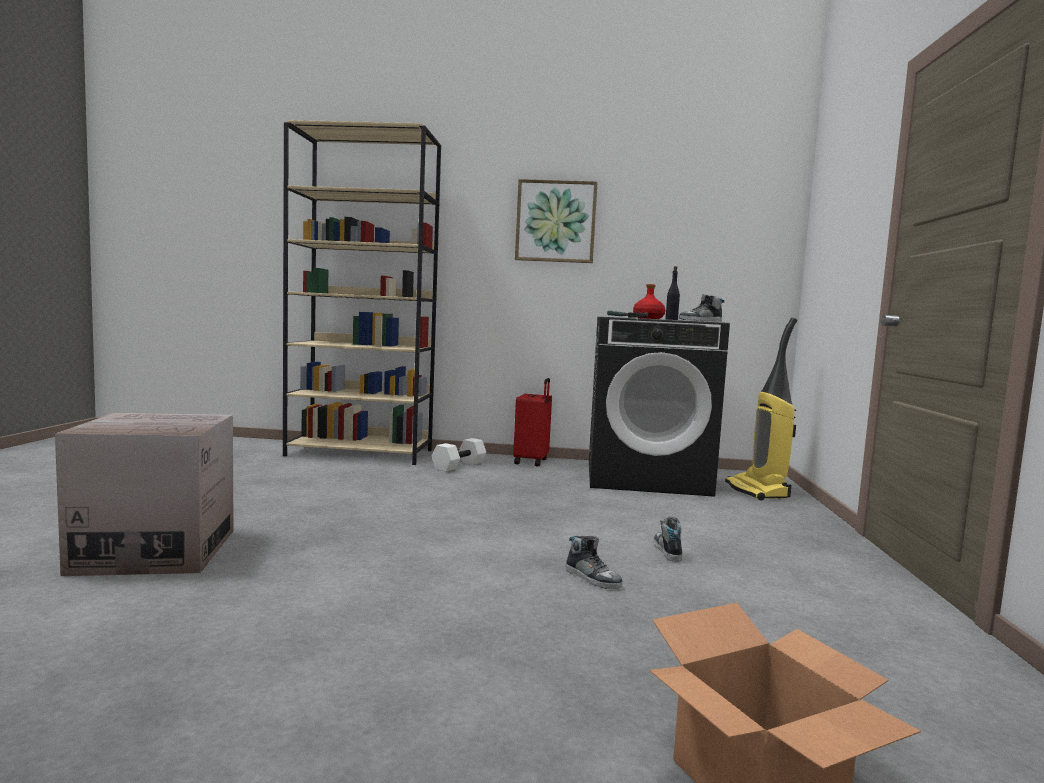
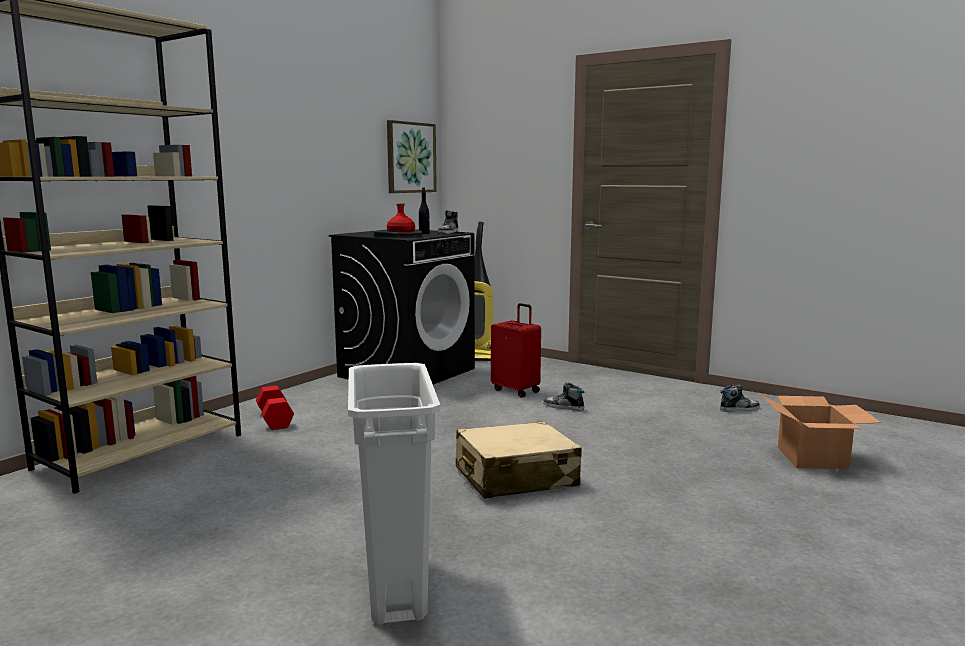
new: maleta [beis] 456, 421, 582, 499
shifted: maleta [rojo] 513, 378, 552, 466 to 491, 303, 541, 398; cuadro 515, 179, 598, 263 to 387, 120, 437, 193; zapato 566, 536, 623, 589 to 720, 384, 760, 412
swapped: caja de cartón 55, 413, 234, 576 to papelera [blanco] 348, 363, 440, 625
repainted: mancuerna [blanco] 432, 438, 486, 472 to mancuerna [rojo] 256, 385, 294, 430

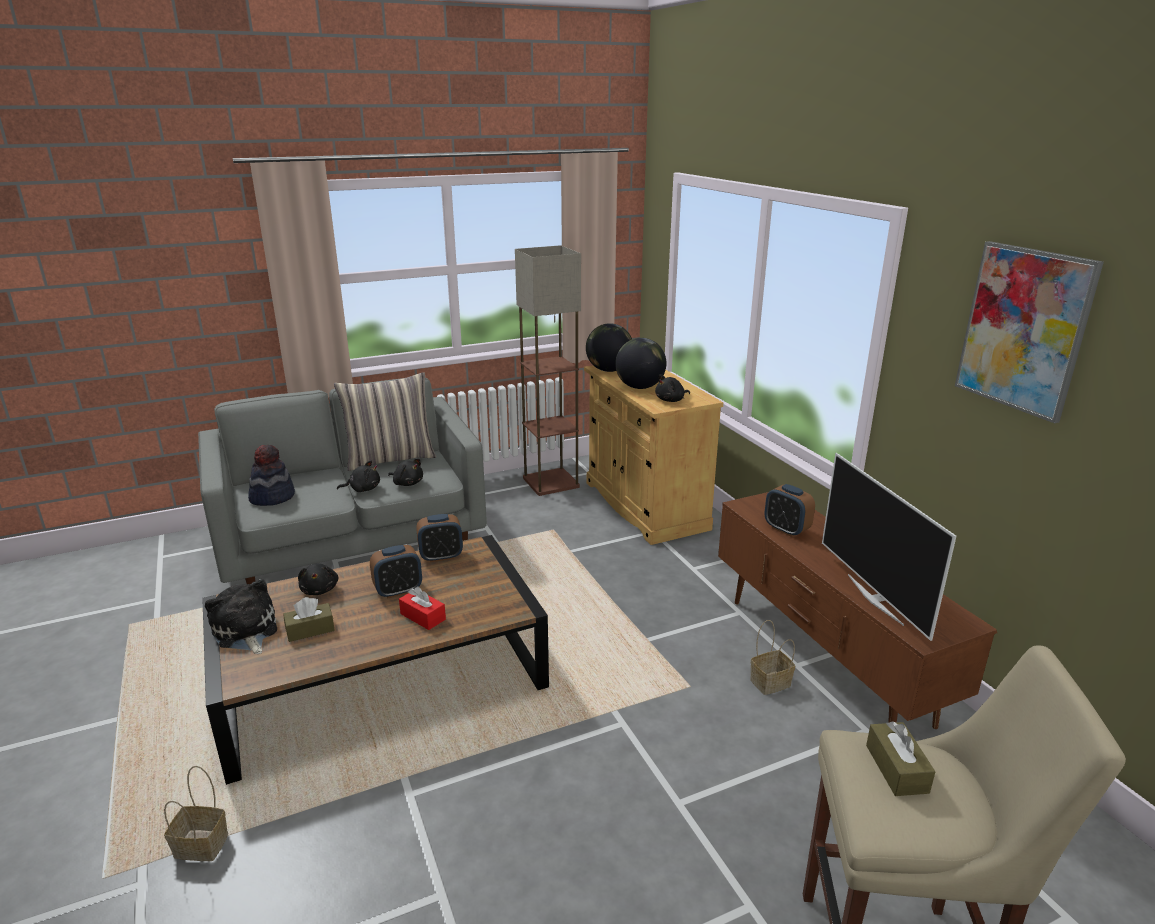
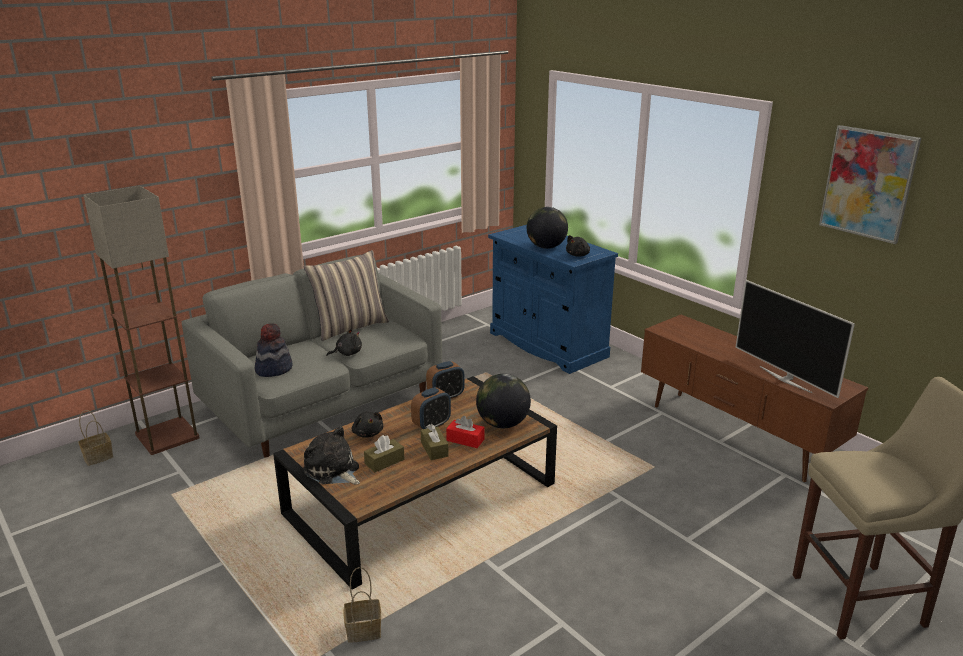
gone: peluche [negro] 388, 458, 423, 486; despertador 765, 484, 815, 537
shifted: lámpara de pie 515, 245, 581, 496 to 84, 186, 200, 455; globo terráqueo 586, 323, 632, 372 to 476, 374, 531, 428; cesta 750, 620, 795, 695 to 78, 410, 113, 466; caja de pañuelos [marrón] 866, 721, 935, 796 to 421, 424, 449, 460
repainted: armario [beis] 584, 366, 723, 545 to armario [azul] 488, 225, 618, 374

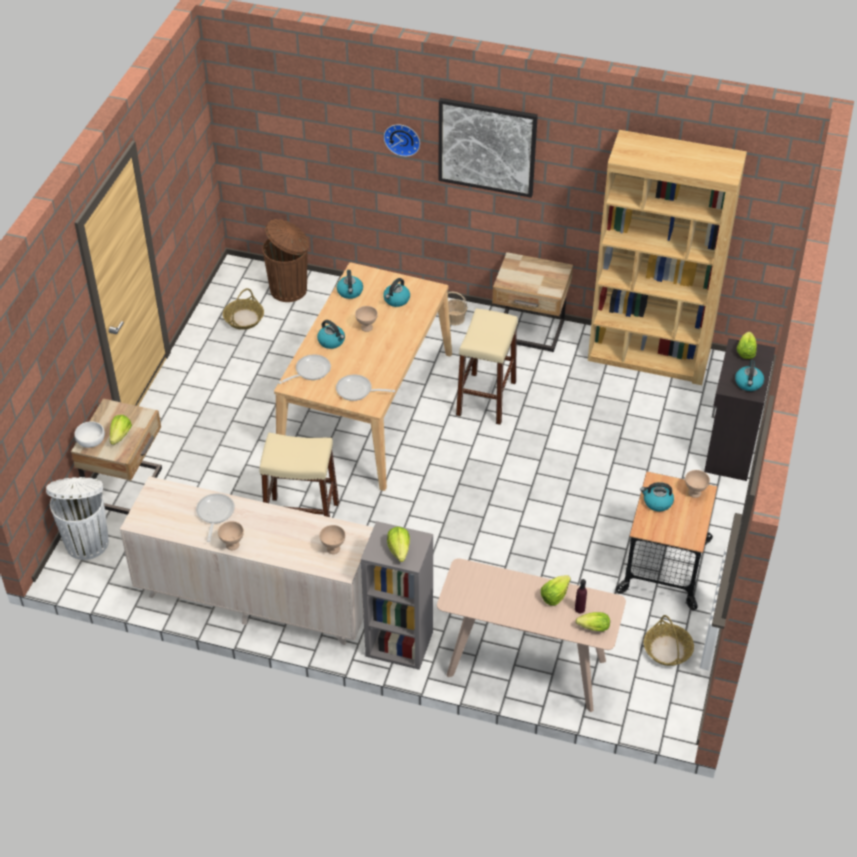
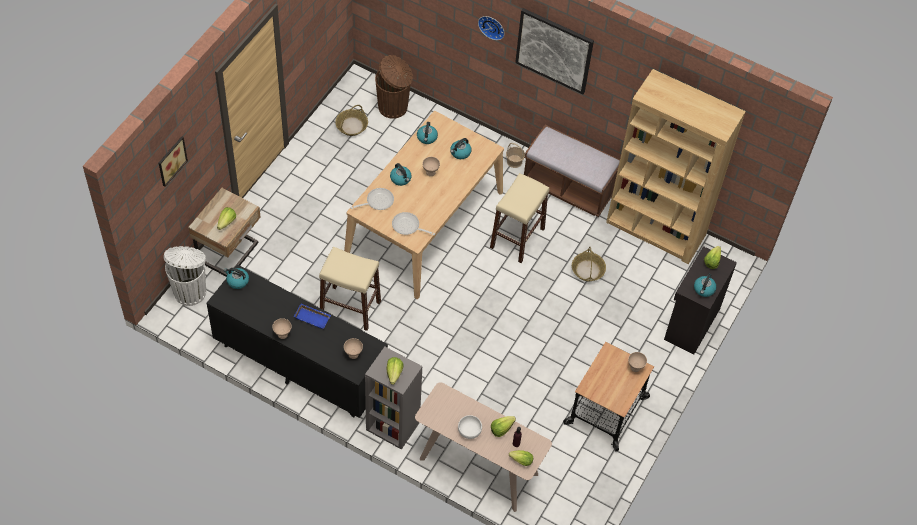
gone: sartén 196, 493, 235, 542
new: cuadro 159, 137, 188, 187; bandeja [azul] 294, 304, 331, 329
shifted: cuenco [blanco] 74, 421, 105, 448 to 458, 415, 482, 439; hervidor 640, 482, 674, 512 to 224, 268, 249, 289; cesta 644, 615, 694, 666 to 572, 247, 606, 281
swapped: mesita de noche [beis] 492, 252, 573, 352 to banco [marrón] 524, 124, 620, 217
repainted: cómoda [beis] 120, 476, 374, 645 to cómoda [negro] 207, 264, 388, 418

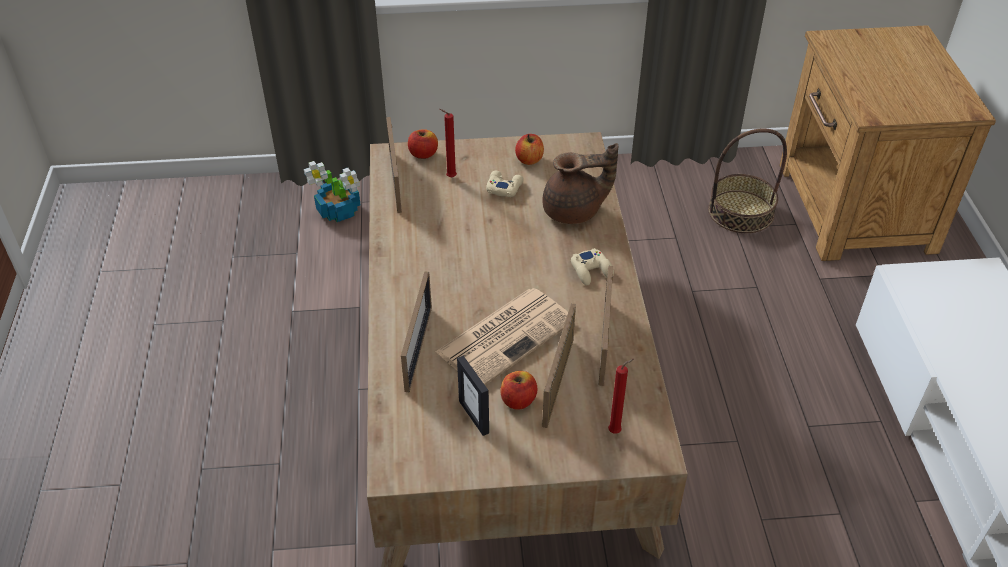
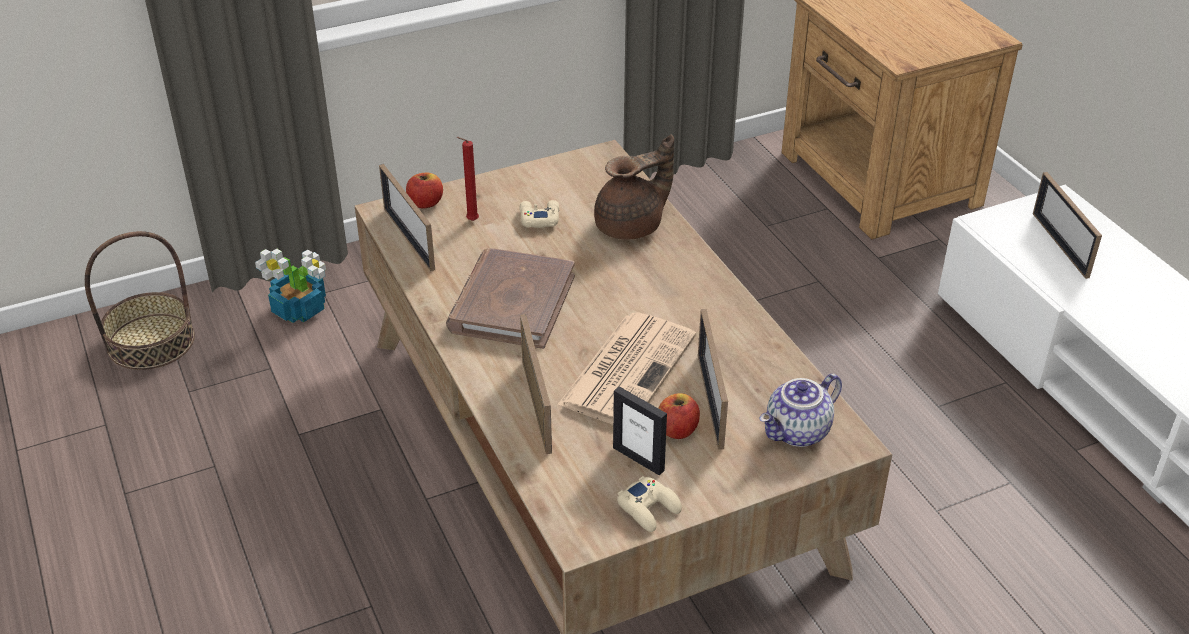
gone: manzana 515, 134, 544, 165
new: libro [marrón] 446, 248, 575, 349
shifted: mando de consola [beis] 571, 248, 614, 285 to 617, 476, 682, 532; portarretratos 599, 266, 613, 386 to 1033, 172, 1102, 279; cesta 708, 128, 787, 233 to 85, 231, 195, 370
swapped: vela [rojo] 608, 359, 634, 434 to tetera 759, 374, 842, 447

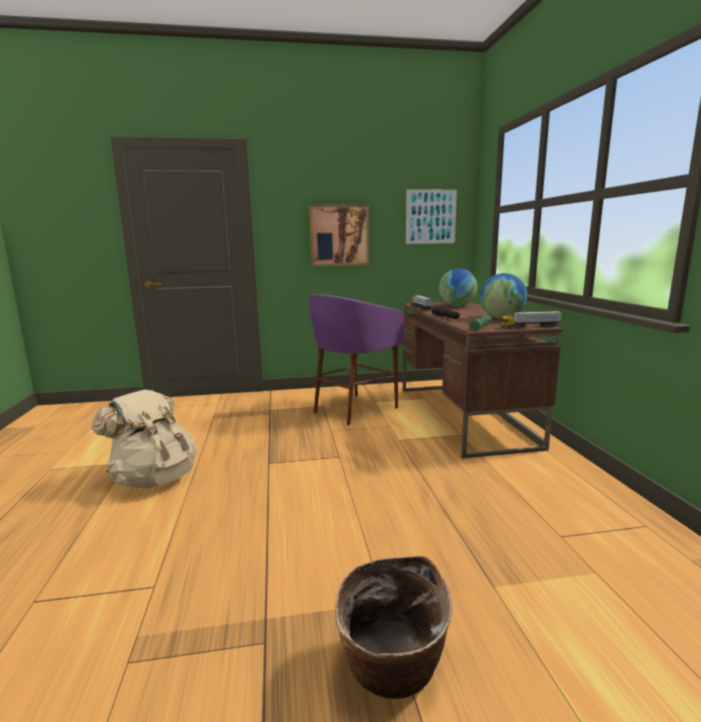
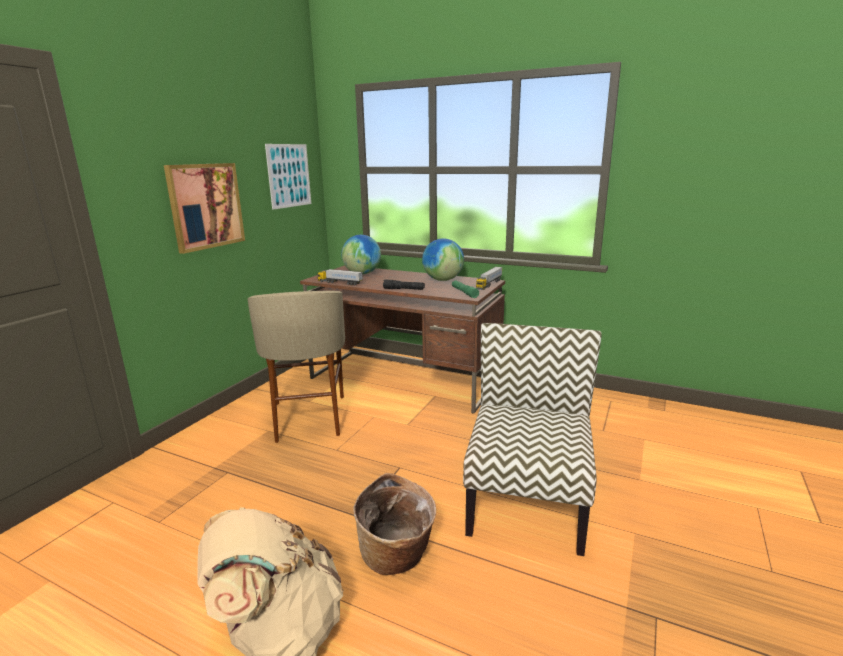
new: silla 463, 323, 602, 556
shifted: cesta 335, 556, 453, 699 to 353, 473, 436, 575
repainted: taburete [morado] 309, 294, 404, 425 to taburete [beis] 247, 291, 345, 443

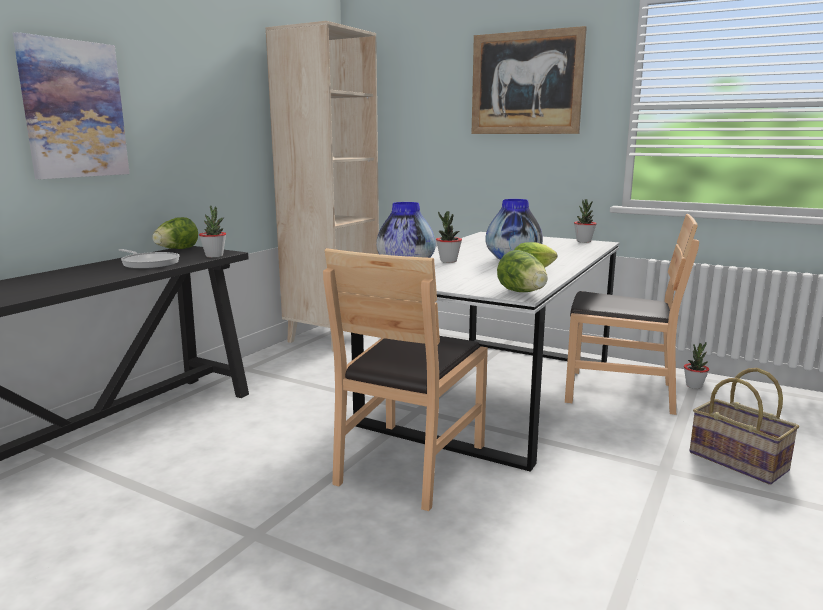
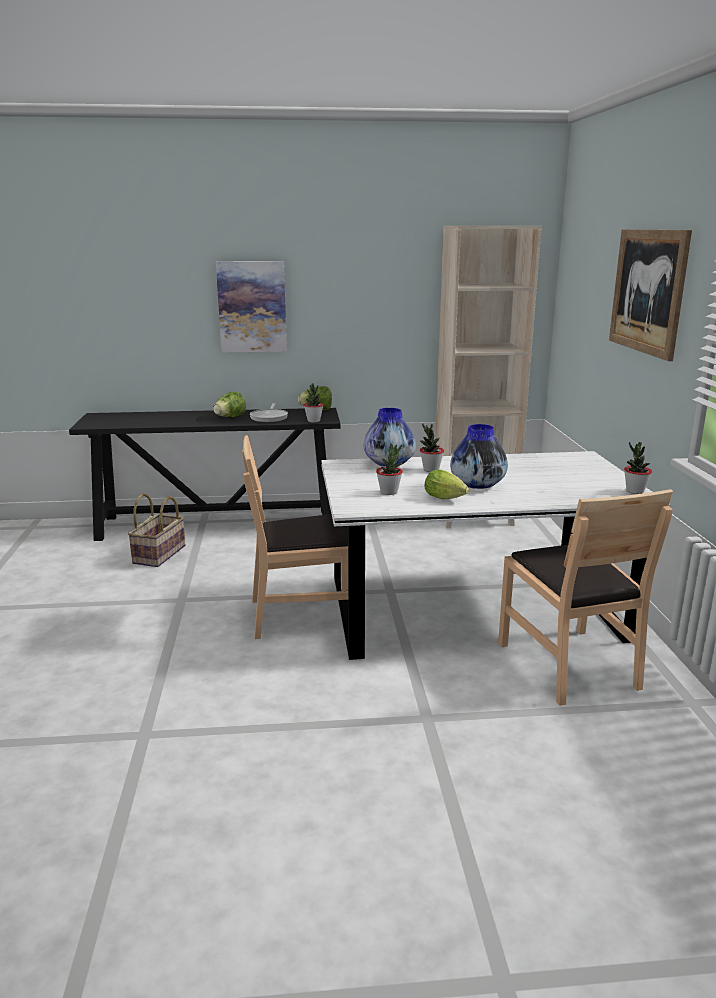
shifted: lechuga 497, 250, 548, 292 to 213, 392, 246, 417; planta en maceta 684, 342, 709, 389 to 376, 443, 403, 495; cesta 690, 368, 799, 485 to 128, 493, 185, 567

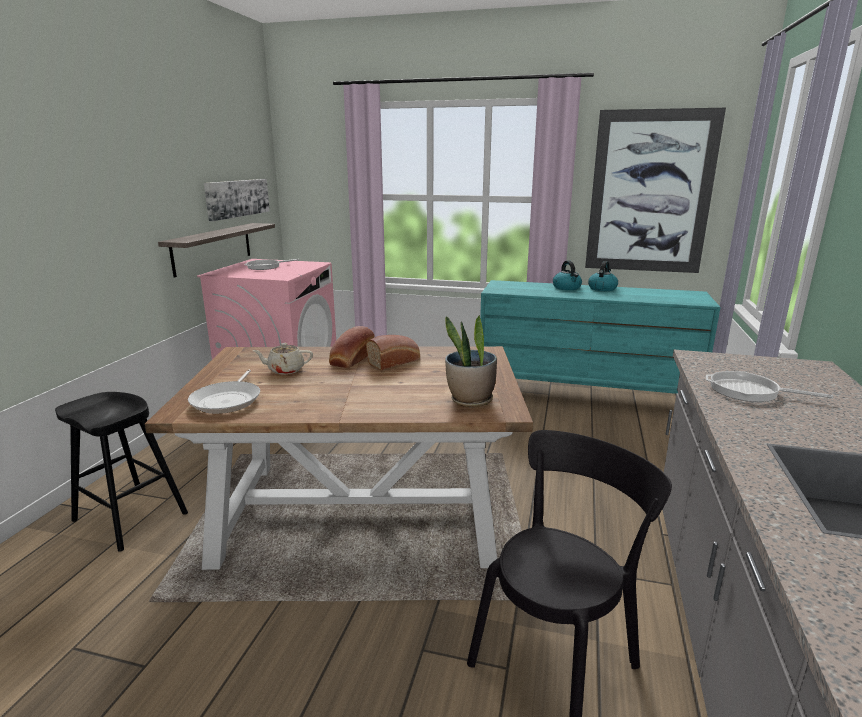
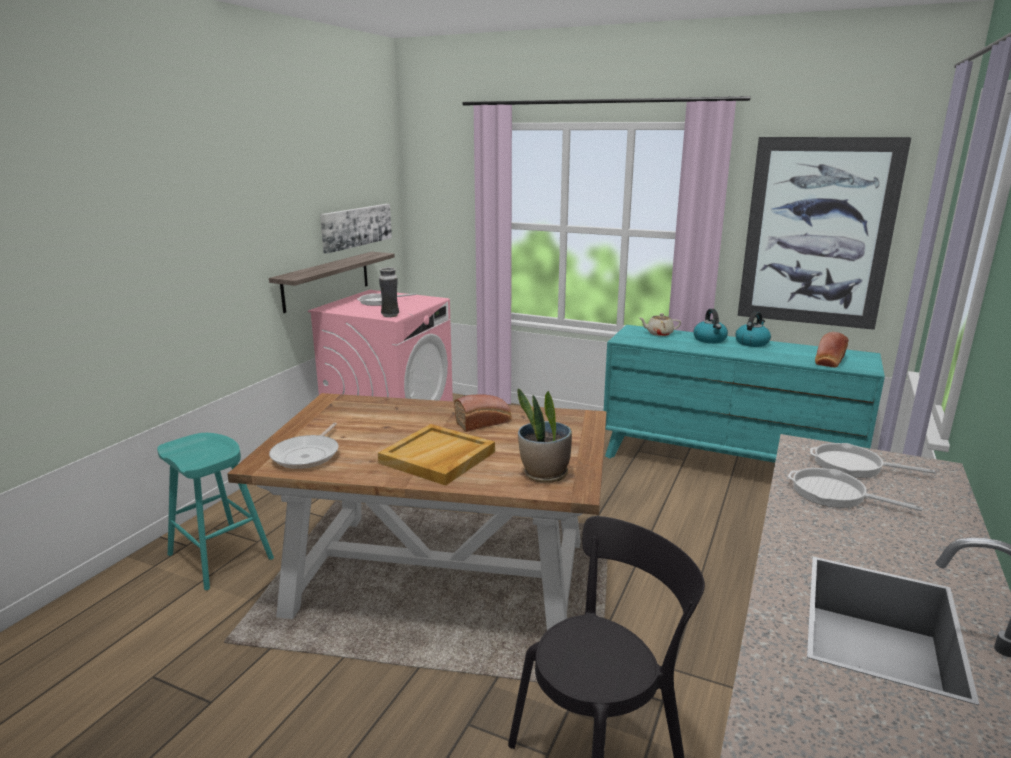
new: bandeja [beis] 378, 424, 495, 486; florero 379, 267, 399, 317; sartén 810, 443, 935, 478
shifted: tetera [beis] 252, 343, 313, 374 to 639, 313, 681, 336; pan 329, 326, 375, 368 to 815, 332, 849, 367
repainted: taburete [negro] 55, 392, 188, 552 to taburete [turquesa] 157, 433, 274, 590

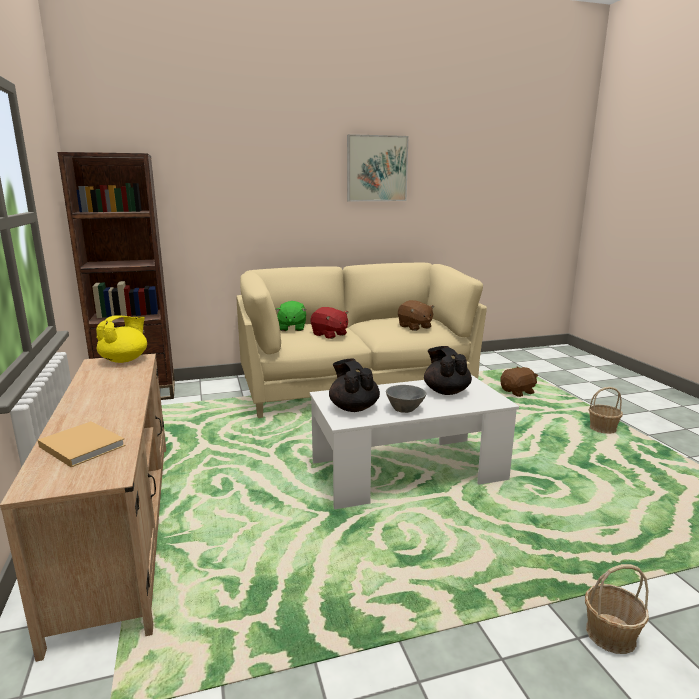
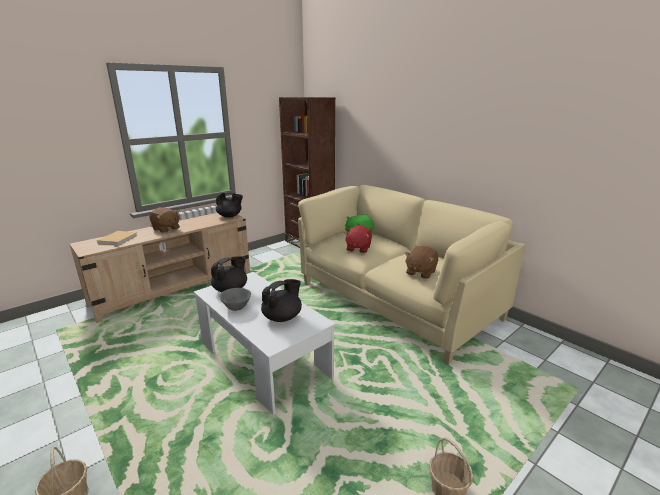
gone: cuadro 347, 134, 409, 201
shifted: peluche [marrón] 500, 367, 538, 397 to 149, 207, 180, 233
repainted: tetera [amarillo] 96, 315, 147, 363 to tetera [negro] 216, 192, 243, 218

